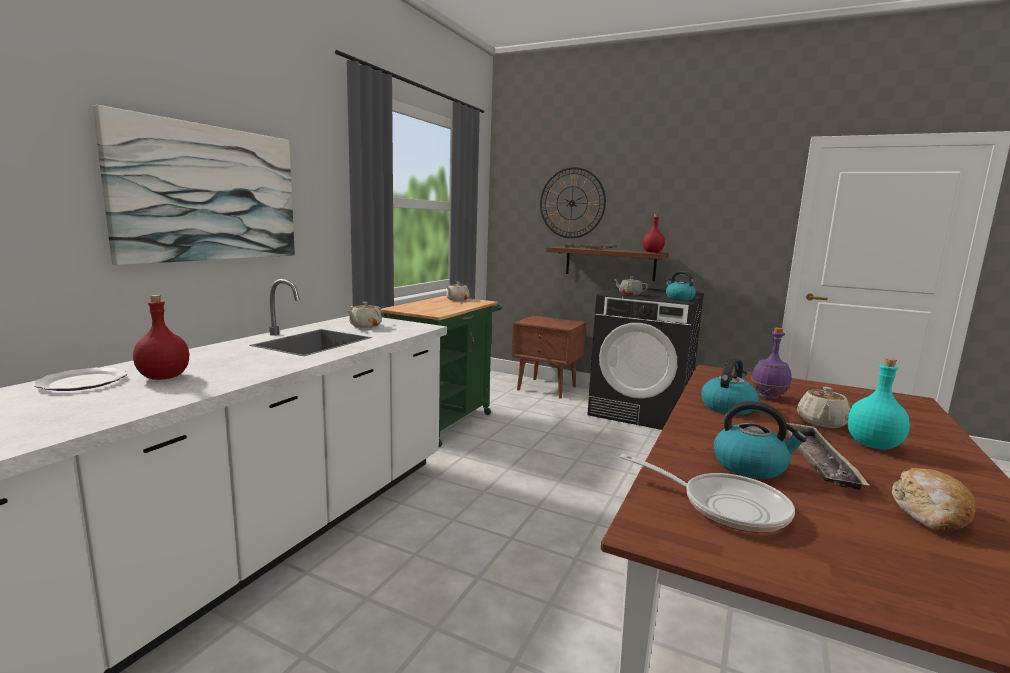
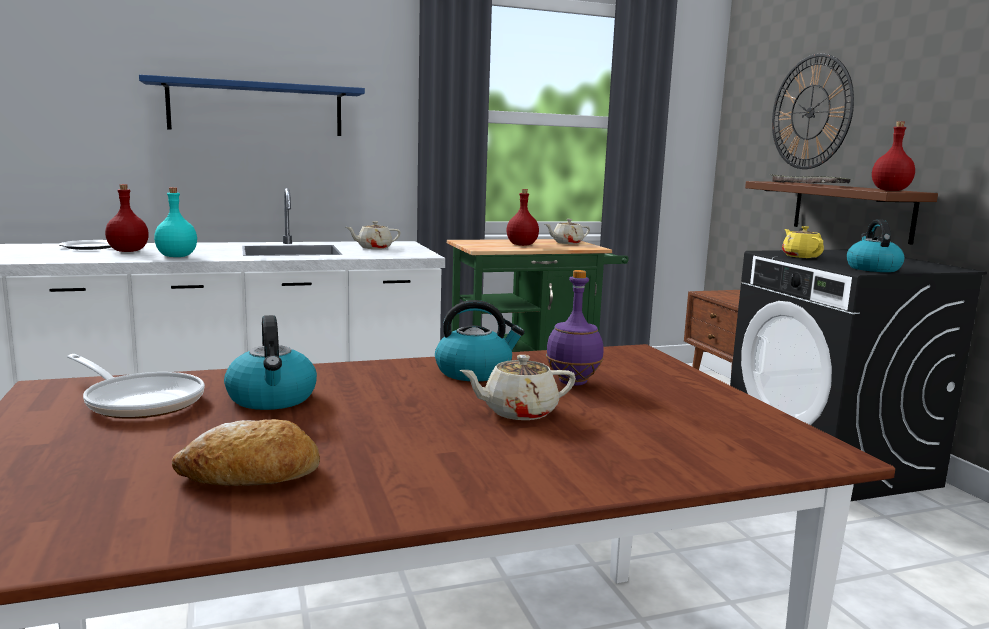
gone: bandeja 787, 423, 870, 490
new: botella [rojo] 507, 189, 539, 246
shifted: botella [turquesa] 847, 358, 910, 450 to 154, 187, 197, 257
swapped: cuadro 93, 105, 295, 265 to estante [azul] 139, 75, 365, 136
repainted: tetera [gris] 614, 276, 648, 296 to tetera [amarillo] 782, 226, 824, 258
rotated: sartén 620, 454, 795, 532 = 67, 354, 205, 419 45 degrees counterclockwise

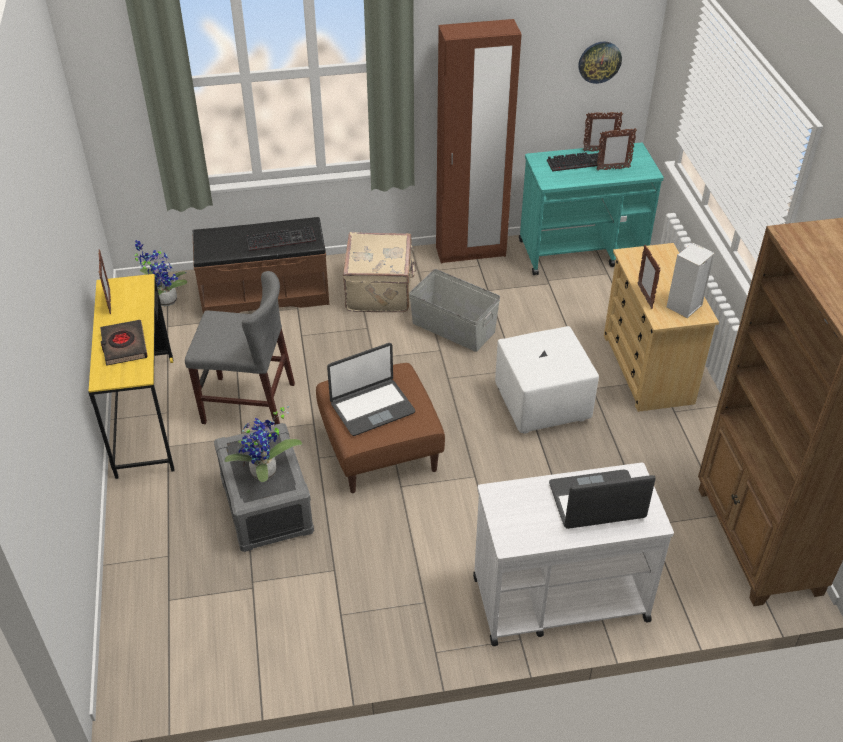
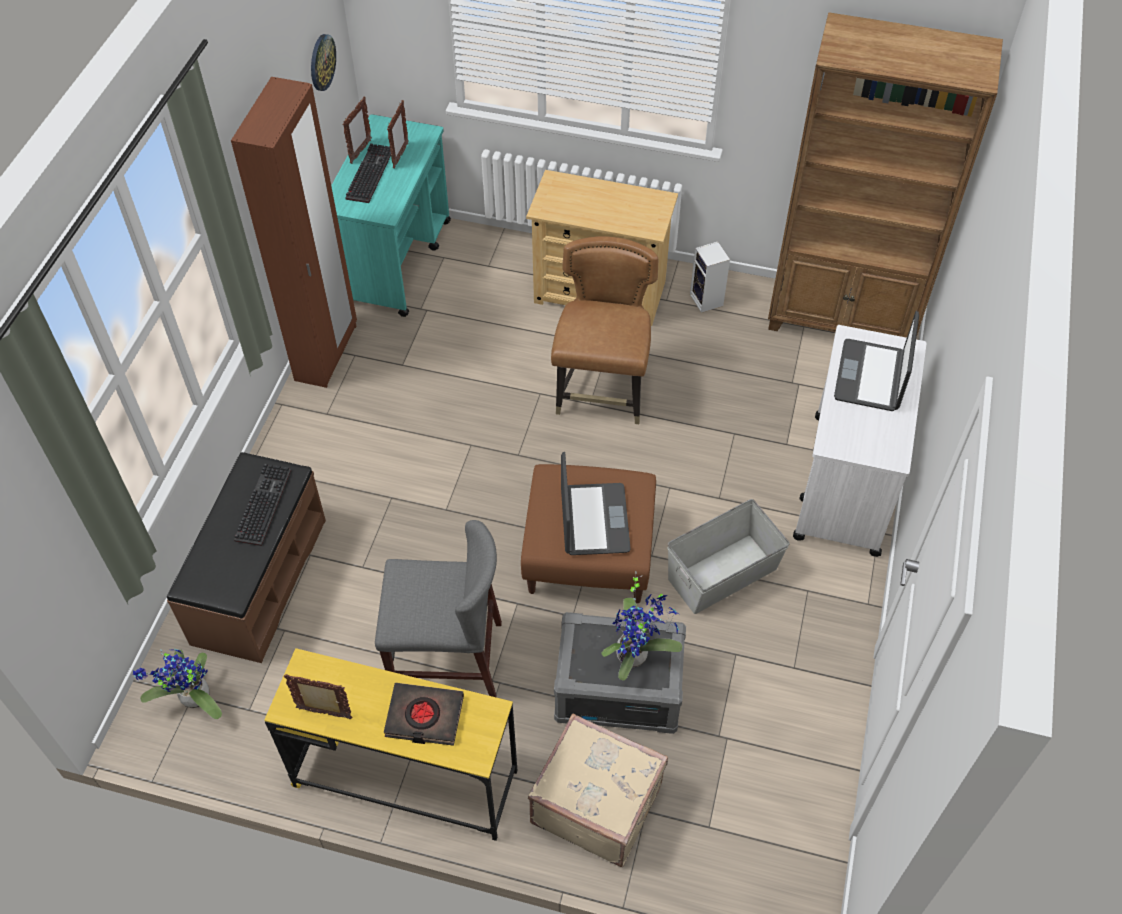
gone: portarretratos 638, 245, 661, 309
shifted: maleta [beis] 343, 232, 417, 312 to 528, 713, 668, 867; caja de almacenaje [gris] 409, 269, 500, 352 to 667, 499, 790, 614; altavoz 667, 243, 715, 318 to 690, 242, 730, 313
swapped: puf [blanco] 495, 326, 599, 434 to silla [marrón] 551, 236, 658, 424
rotated: silla [gris] 185, 271, 295, 425 = 375, 520, 502, 697 60 degrees clockwise

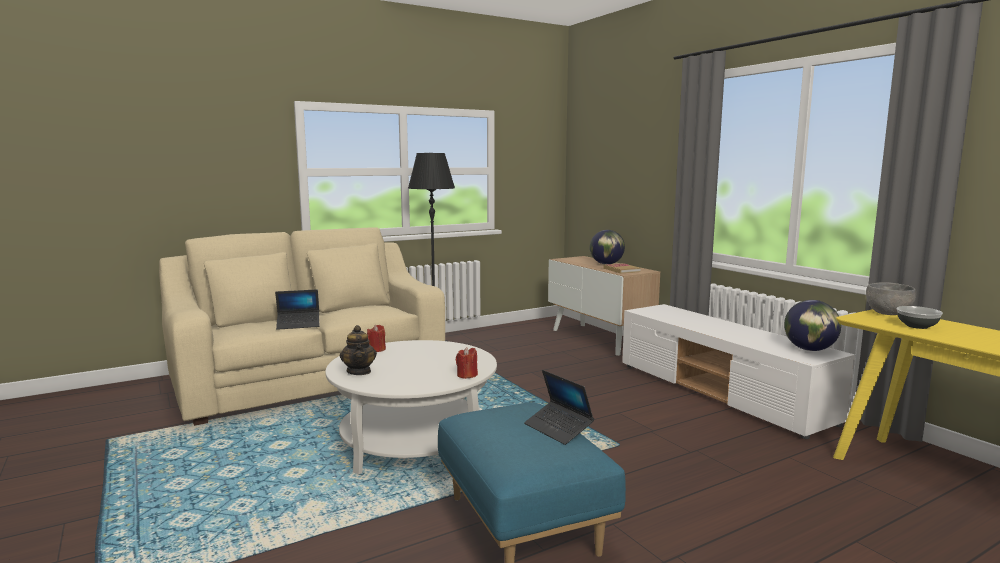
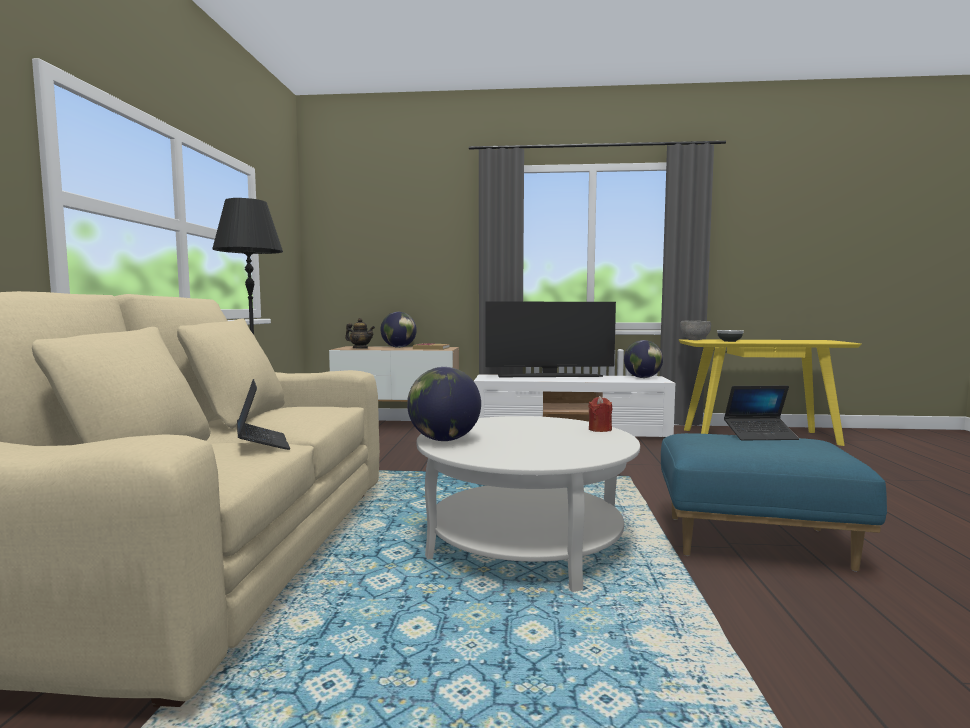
new: televisor 486, 302, 616, 377
shifted: tetera 340, 325, 377, 375 to 345, 318, 375, 349
swapped: vela [rojo] 367, 325, 386, 352 to globo terráqueo 407, 367, 481, 441
rotated: portátil 275, 289, 319, 330 = 237, 379, 290, 450 45 degrees counterclockwise

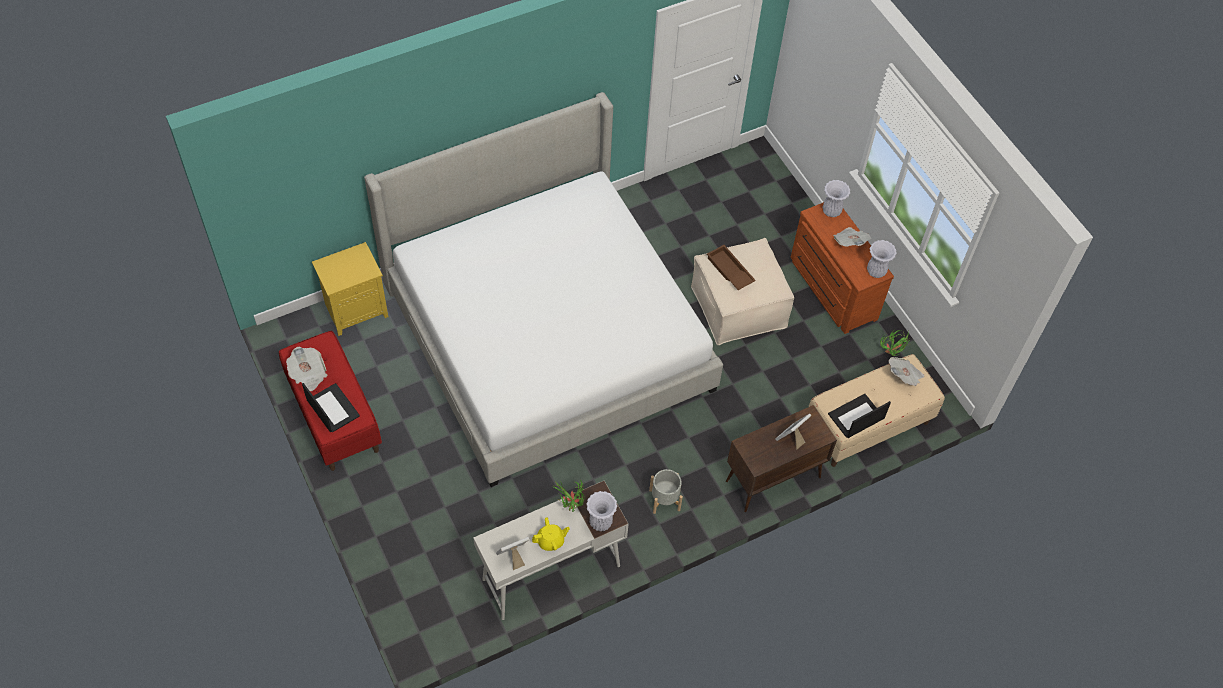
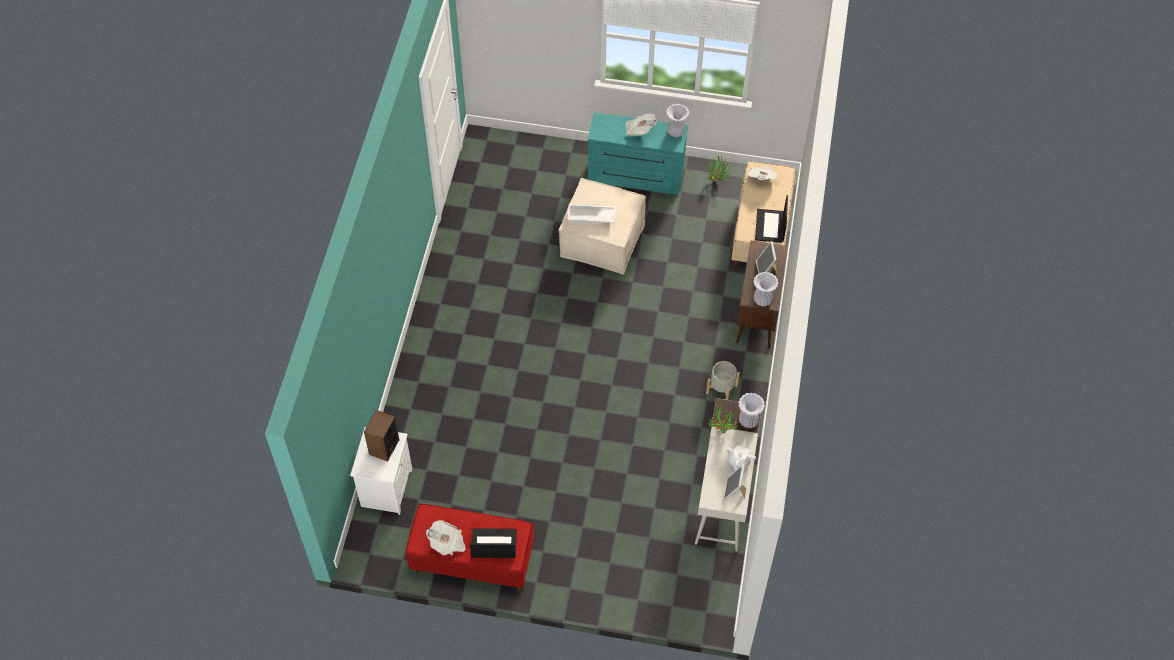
gone: cama 364, 92, 723, 487
new: altavoz 364, 410, 399, 462
shifted: florero [blanco] 822, 180, 851, 217 to 753, 272, 779, 306
repainted: mesita de noche [amarillo] 312, 242, 388, 336 to mesita de noche [blanco] 350, 427, 412, 515; tetera [amarillo] 532, 517, 570, 551 to tetera [blanco] 726, 439, 756, 470; bandeja [marrón] 707, 245, 756, 290 to bandeja [blanco] 568, 204, 616, 224; cómoda [marrón] 790, 202, 894, 334 to cómoda [turquesa] 588, 112, 688, 195

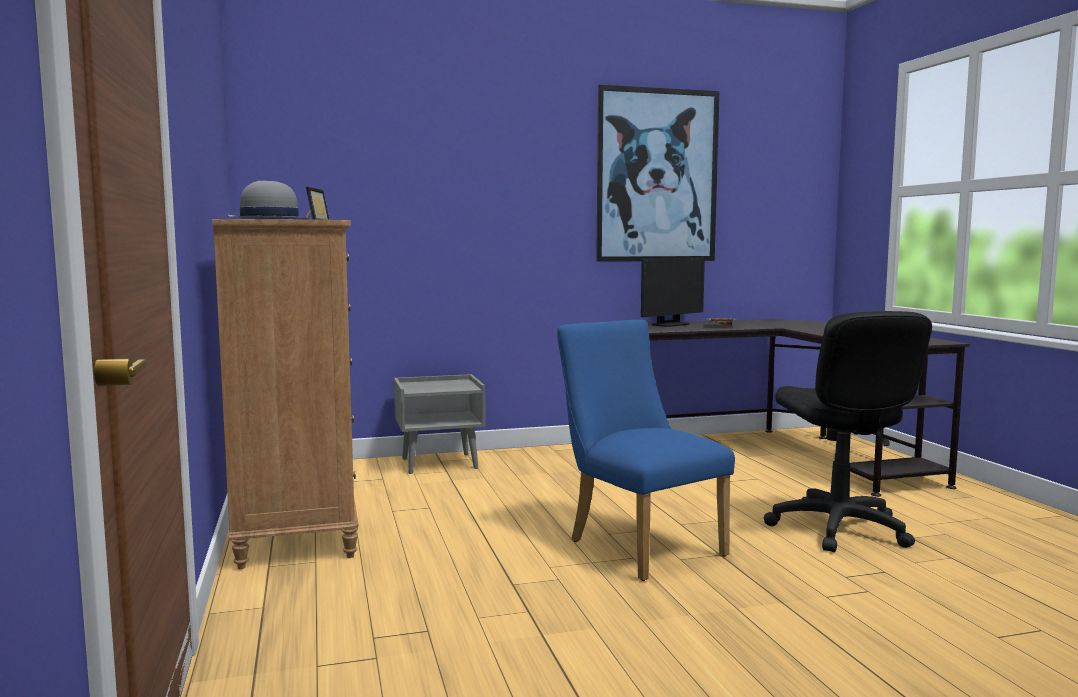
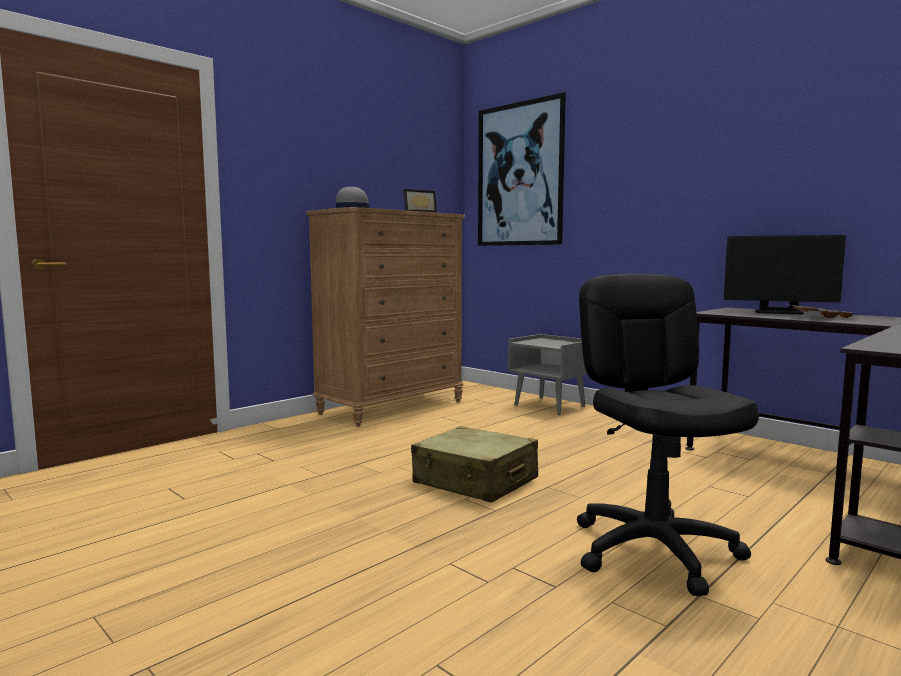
shifted: cuadro 596, 85, 719, 262 to 478, 92, 566, 246
swapped: silla [azul] 557, 320, 735, 581 to maleta [beis] 411, 426, 538, 503
rotated: silla de oficina [negro] 764, 311, 932, 552 = 577, 274, 759, 596 120 degrees clockwise

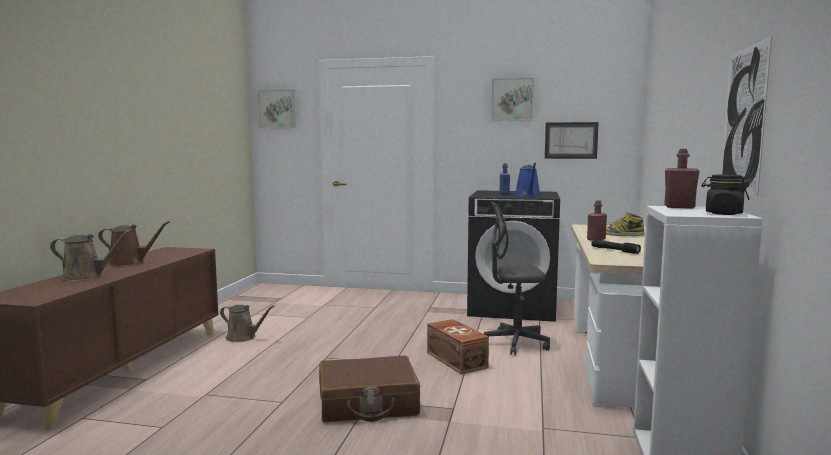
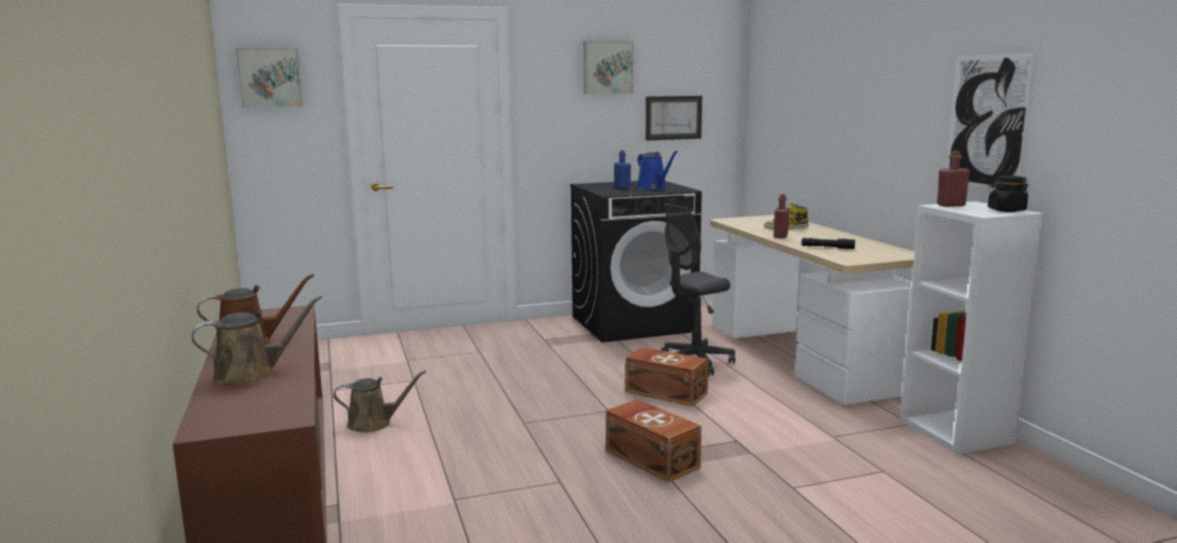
swapped: maleta [marrón] 319, 356, 420, 422 to caja de almacenaje [marrón] 606, 399, 702, 483

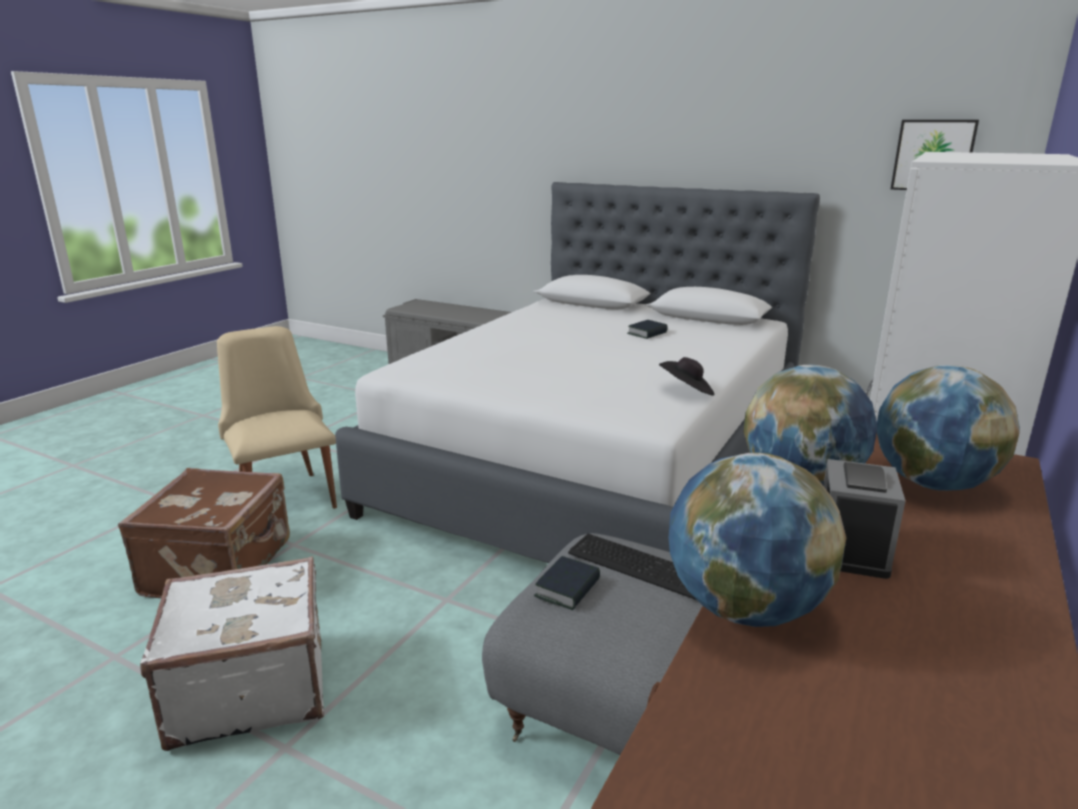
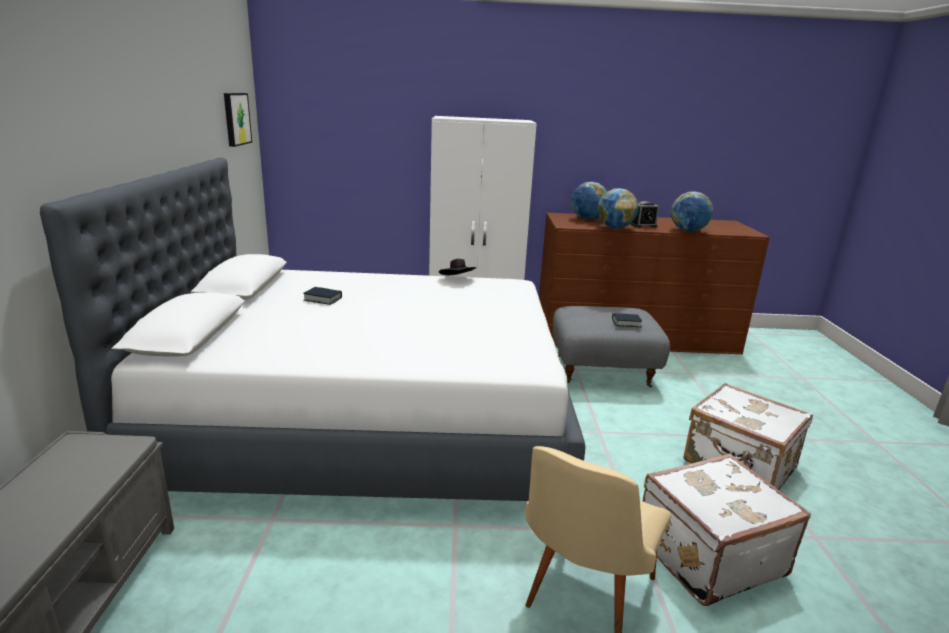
gone: teclado 568, 534, 697, 600
repainted: maleta [marrón] 118, 468, 290, 598 to maleta [blanco] 643, 454, 811, 606

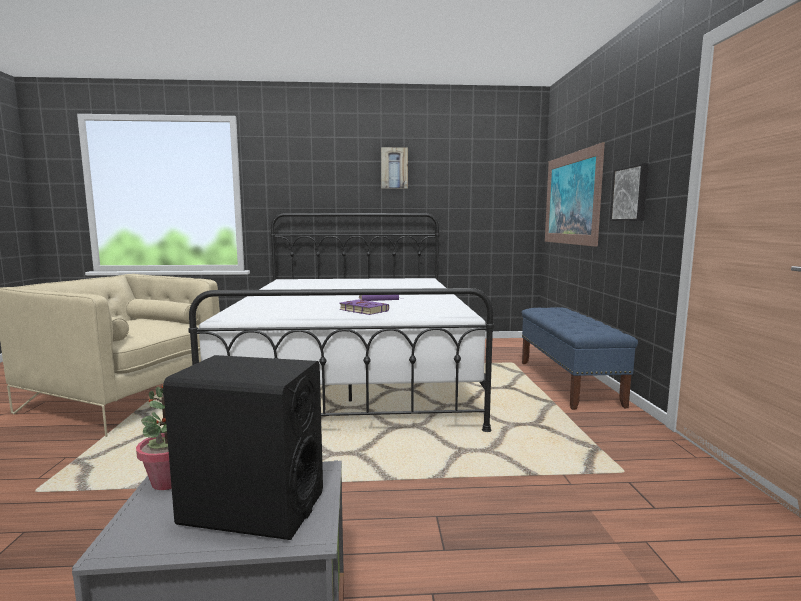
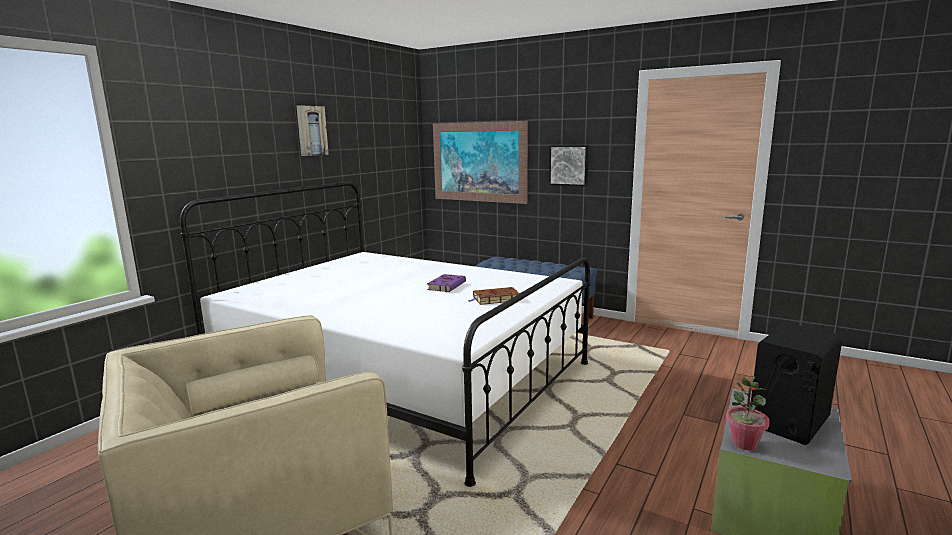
repainted: libro [morado] 339, 300, 389, 315 to libro [marrón] 468, 287, 521, 305

